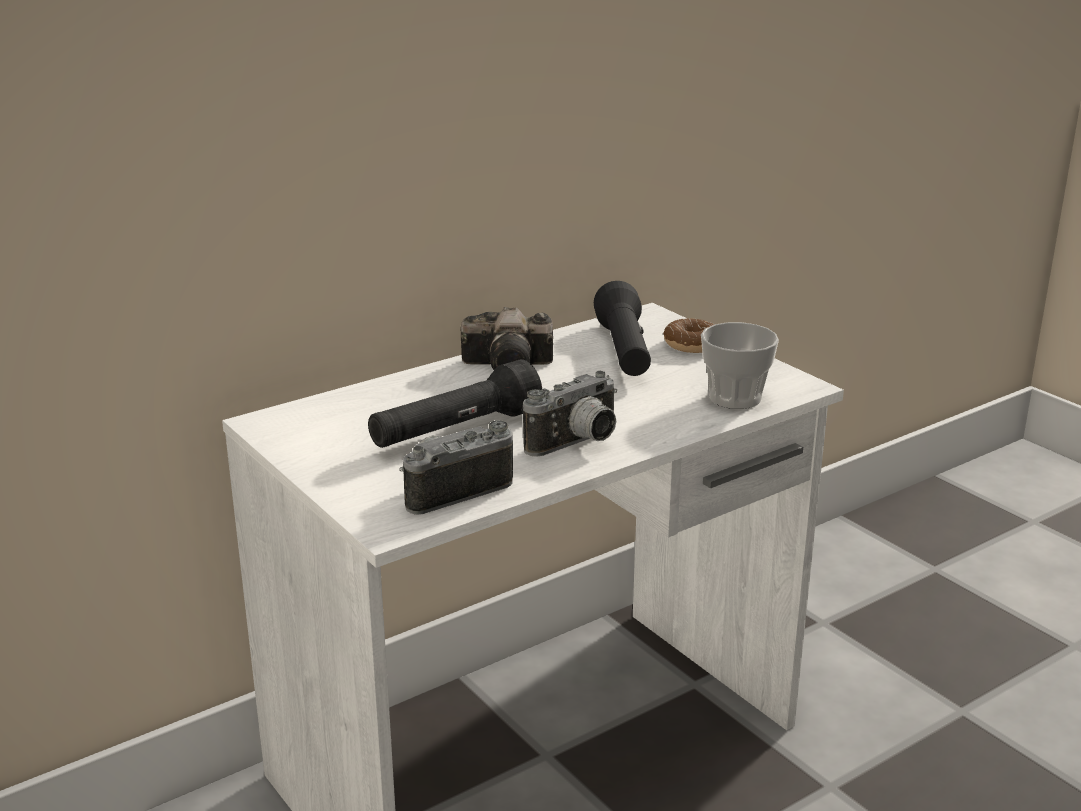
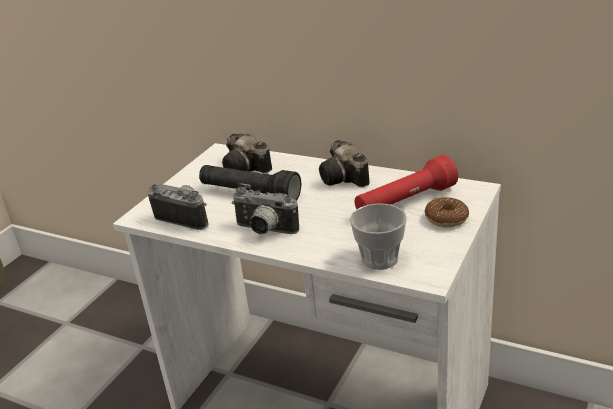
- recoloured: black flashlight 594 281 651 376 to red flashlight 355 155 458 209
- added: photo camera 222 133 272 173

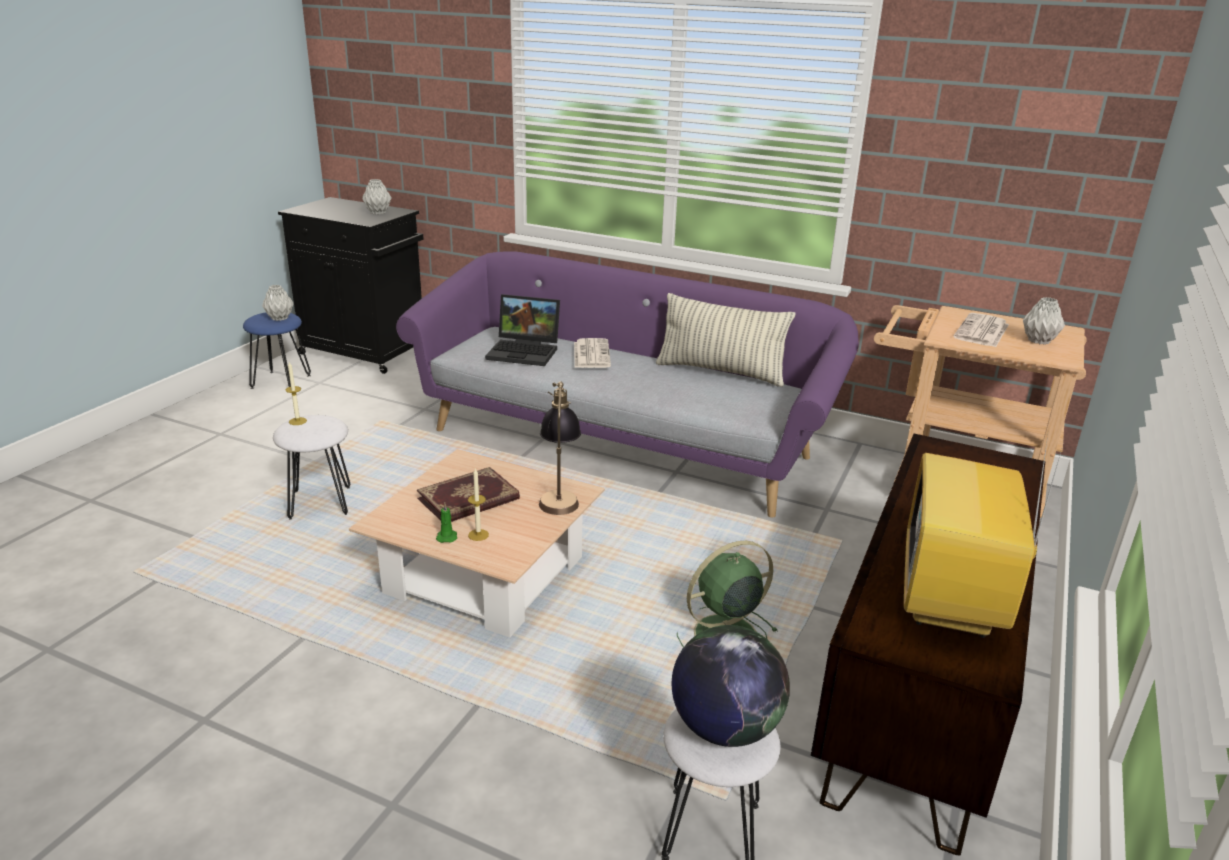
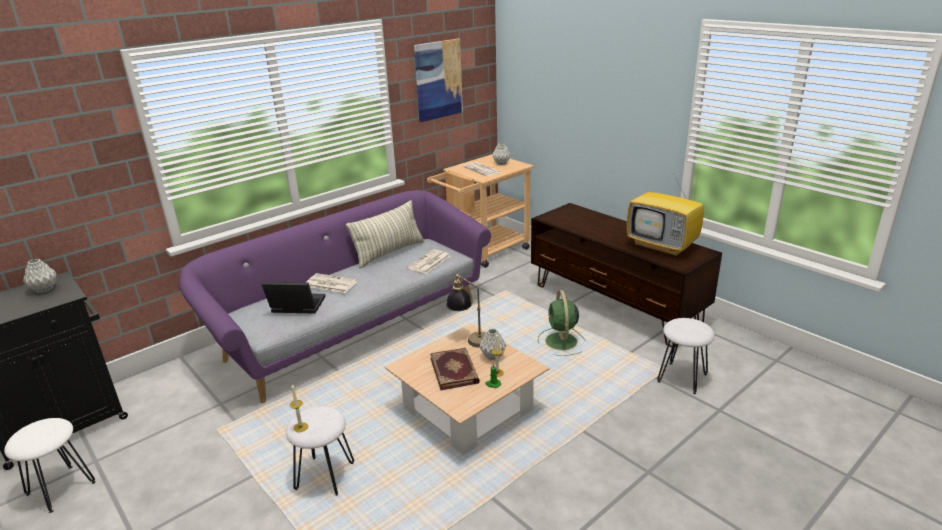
- moved: grey vase 262 285 294 321 to 480 329 507 361
- turned: laptop 485 294 560 366 = 261 282 326 314 120 degrees counterclockwise
- recoloured: blue stool 243 312 311 389 to white stool 4 418 96 513
- removed: globe 672 625 790 747
- added: picture 414 39 463 122
- added: newspaper 407 249 450 274

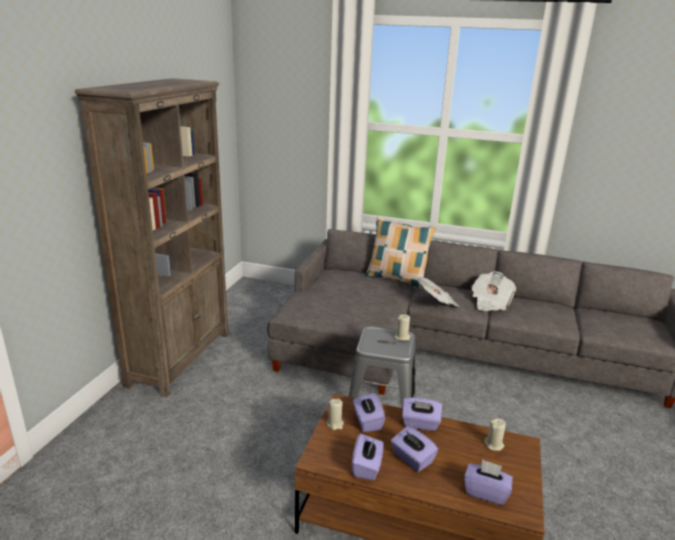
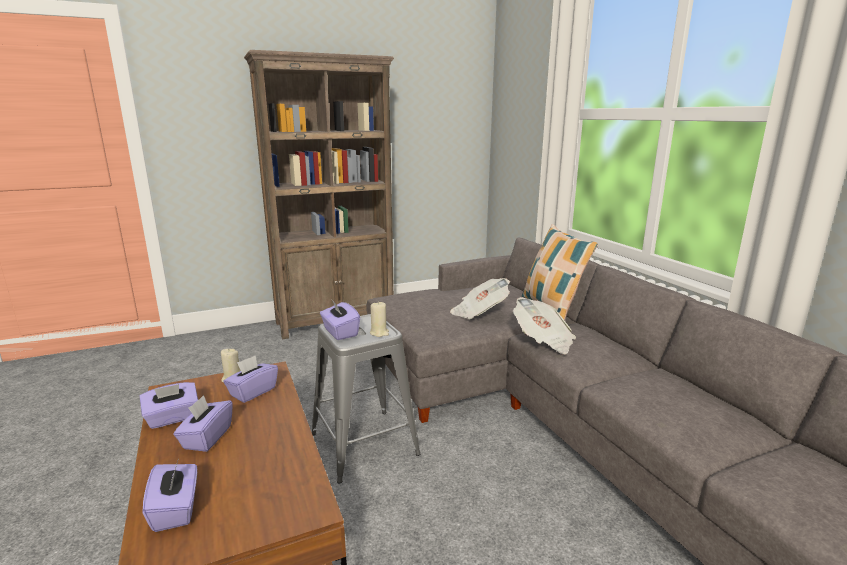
- moved: newspaper 471 271 516 311 to 450 278 510 319
- moved: purple tissue box 402 397 442 431 to 320 300 360 340
- removed: beige candle 484 418 506 451

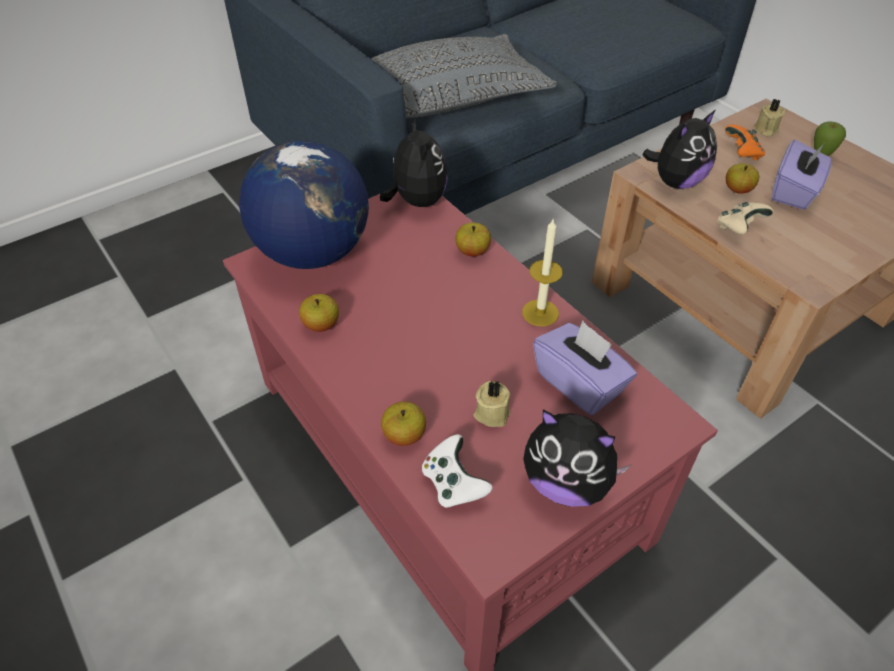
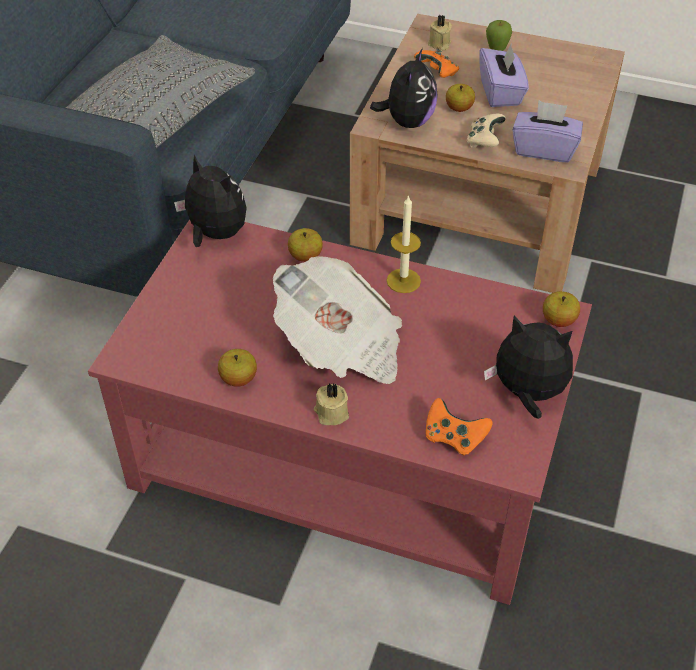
- removed: globe 239 140 369 269
- moved: purple tissue box 533 320 637 415 to 512 100 583 162
- moved: beige candle 474 380 511 427 to 314 382 349 425
- moved: apple 381 402 426 446 to 543 291 580 327
- turned: plush toy 523 409 631 507 = 484 315 573 419 150 degrees counterclockwise
- recoloured: white game controller 422 434 493 508 to orange game controller 426 398 492 456
- added: newspaper 273 256 402 384

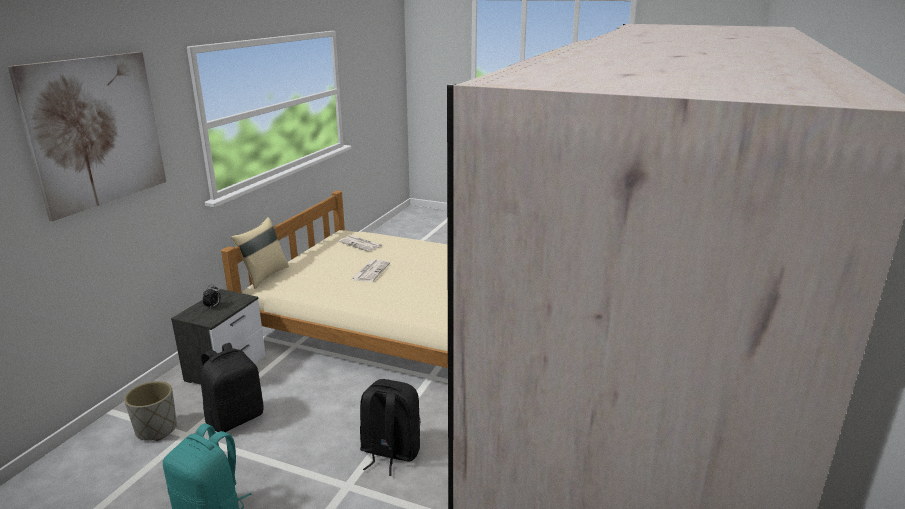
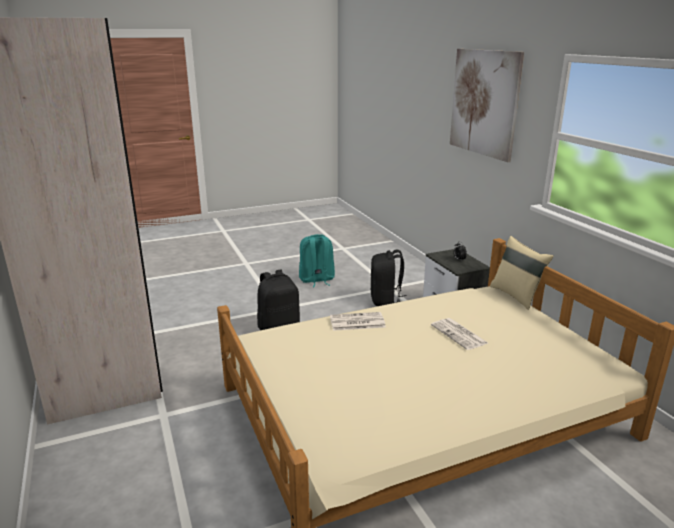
- moved: newspaper 339 235 382 252 to 330 312 386 331
- removed: grey planter 124 381 177 441

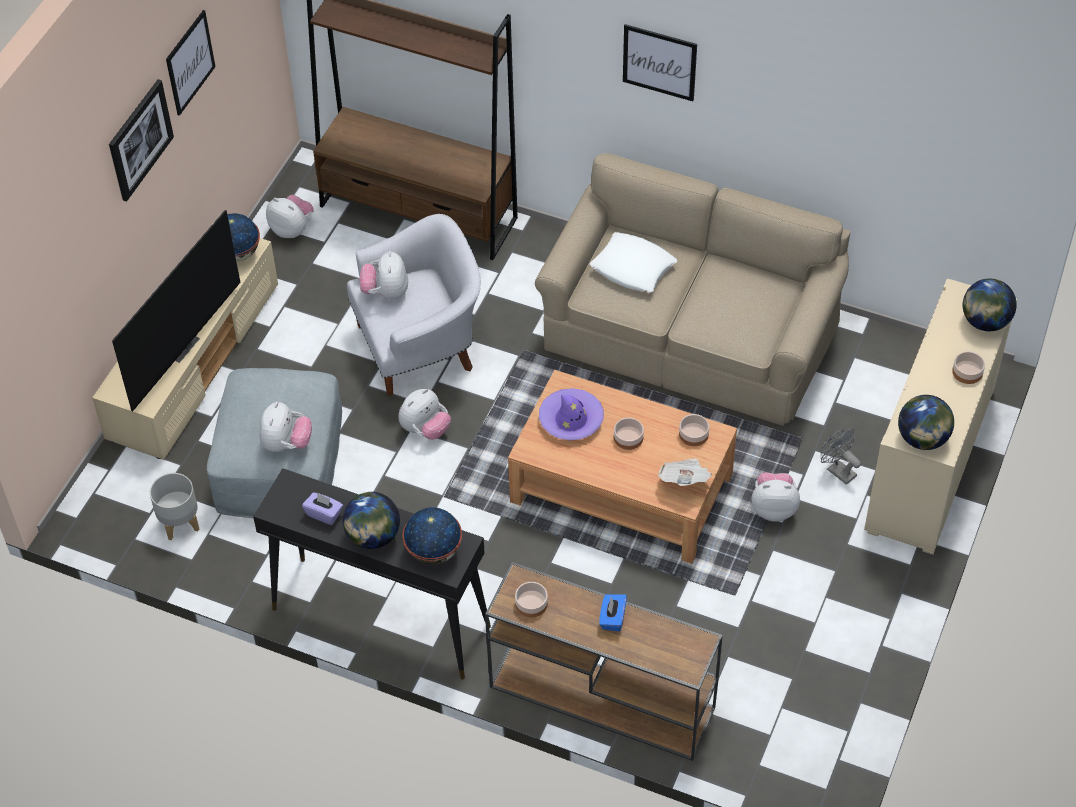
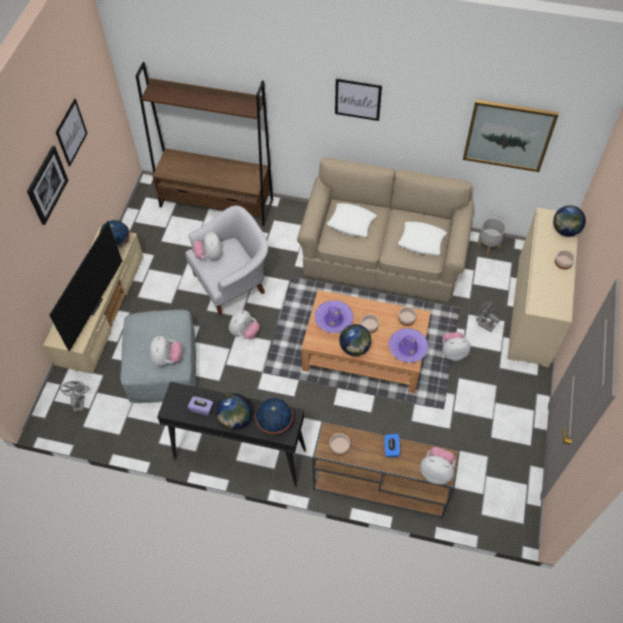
- moved: plush toy 266 195 314 238 to 420 447 455 484
- moved: globe 898 395 954 450 to 339 324 371 356
- replaced: newspaper 658 458 712 486 to purple hat 389 328 429 363
- moved: grey planter 150 473 199 540 to 477 218 506 255
- added: picture 463 100 559 172
- added: white pillow 398 222 447 255
- added: grey fan 60 381 89 412

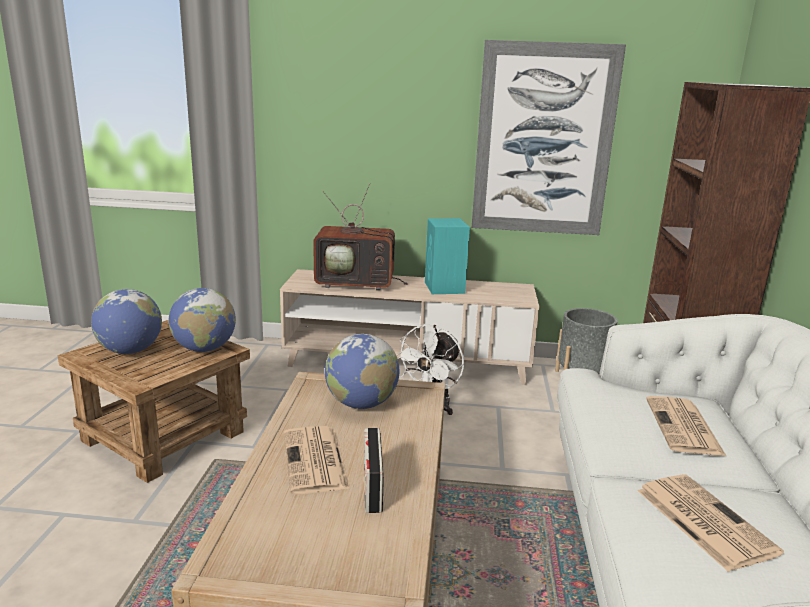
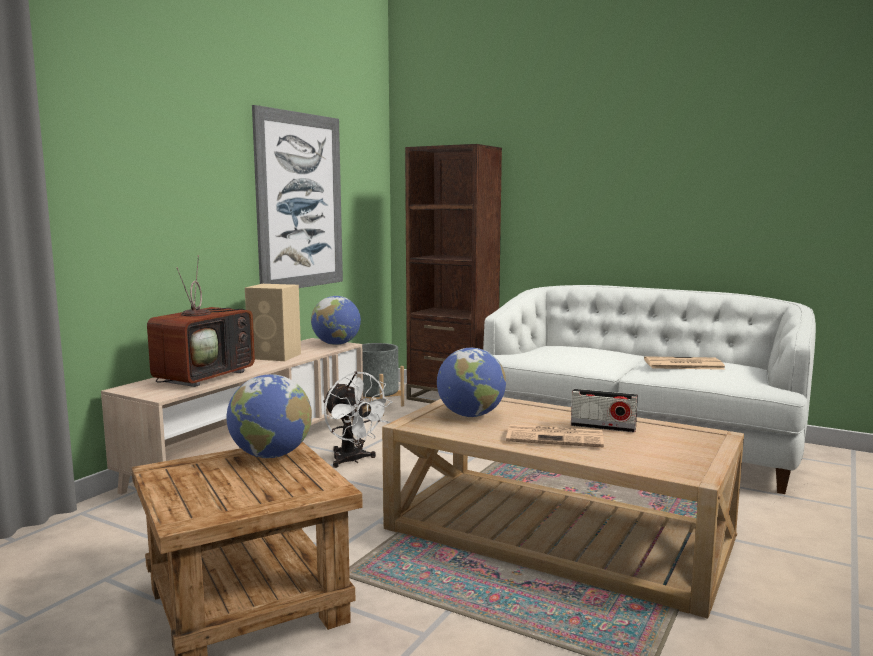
- recoloured: turquoise speaker 425 218 470 294 to beige speaker 245 284 301 361
- moved: globe 91 289 162 354 to 311 296 361 345
- removed: newspaper 646 396 726 456

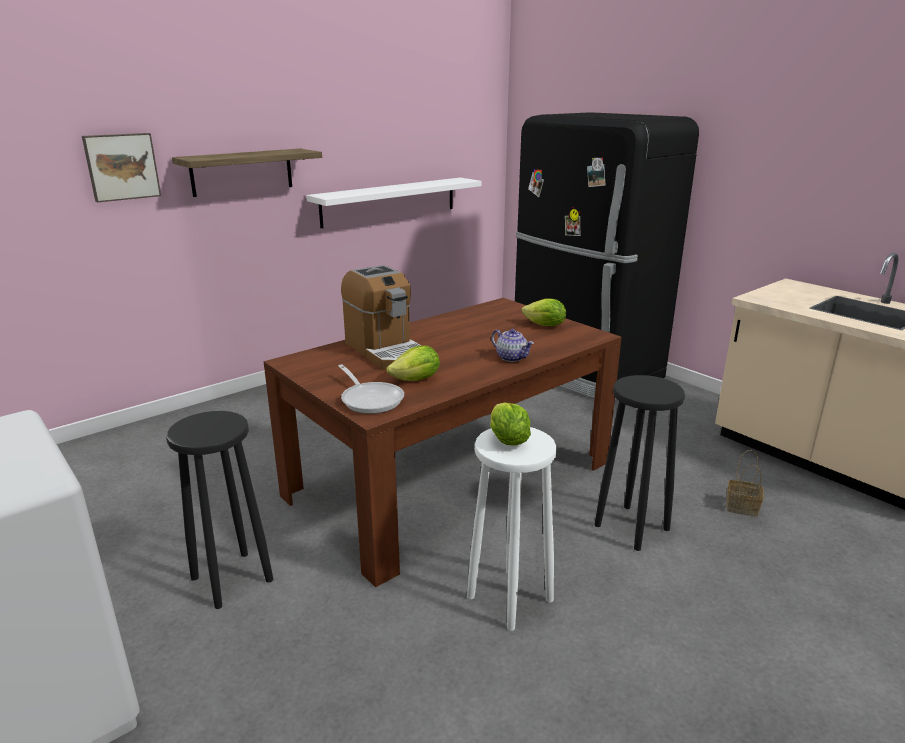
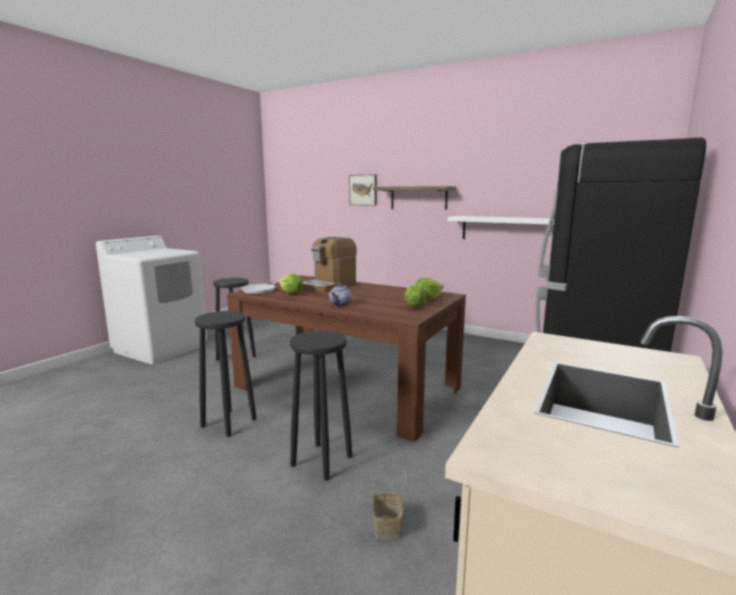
- moved: lettuce 490 403 531 445 to 416 278 443 299
- recoloured: white stool 467 427 557 631 to black stool 195 311 257 437

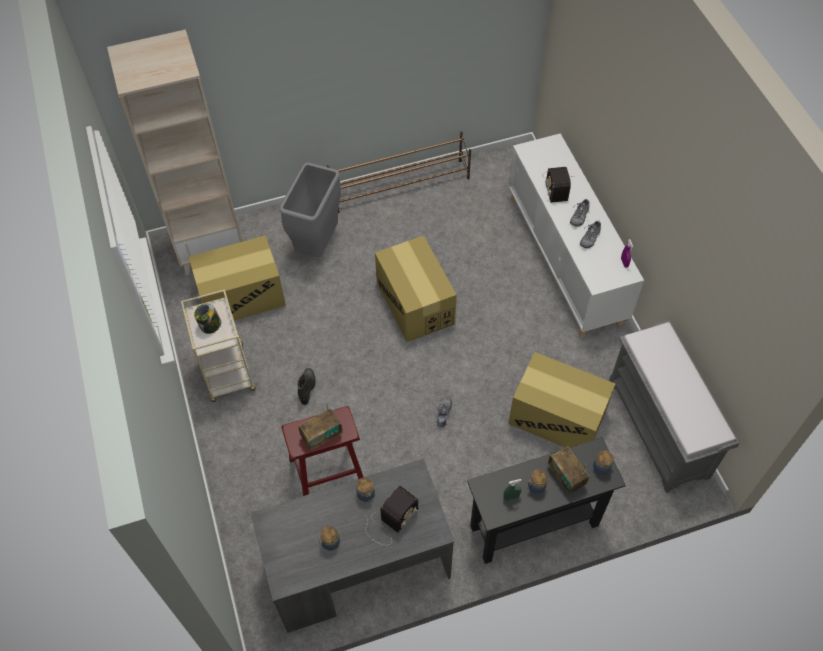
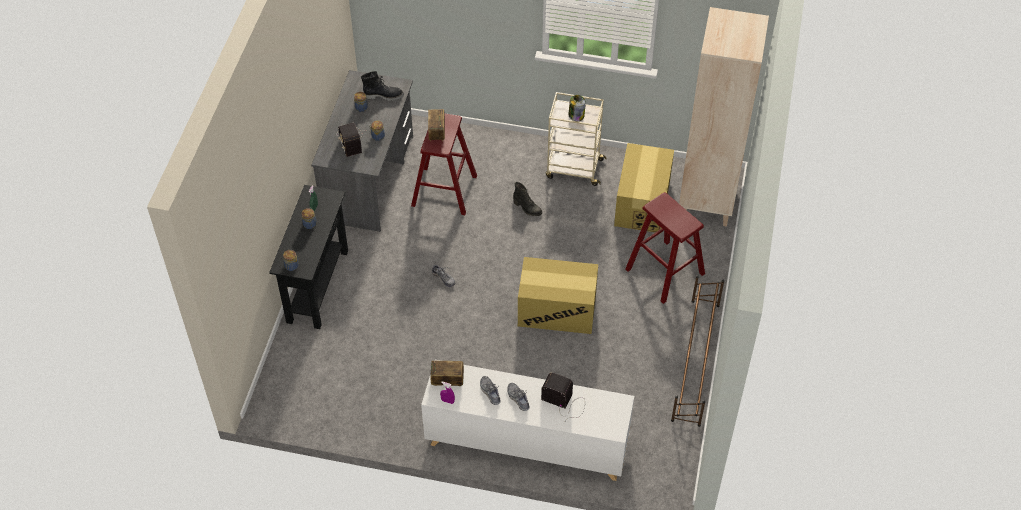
- replaced: grey trash can 280 163 341 257 to red stool 625 192 705 304
- removed: grey bench 609 320 740 493
- removed: cardboard box 508 352 615 448
- moved: radio 548 446 589 494 to 430 361 464 386
- added: black boot 361 71 404 101

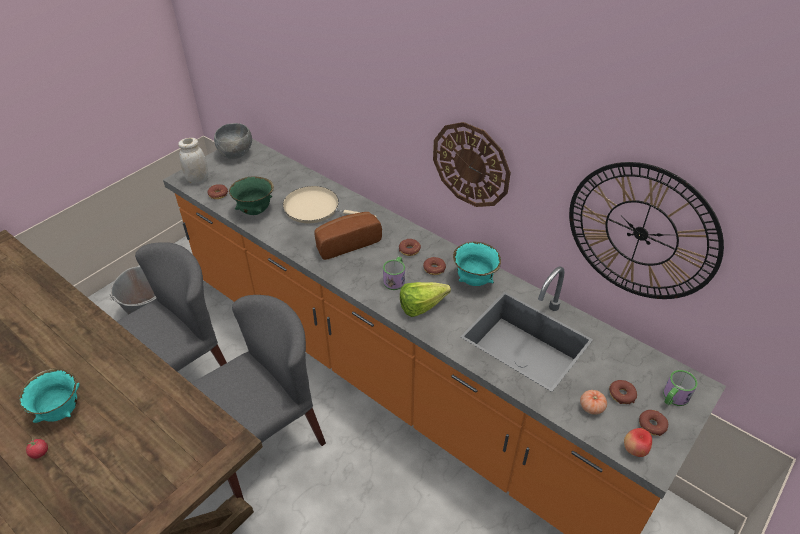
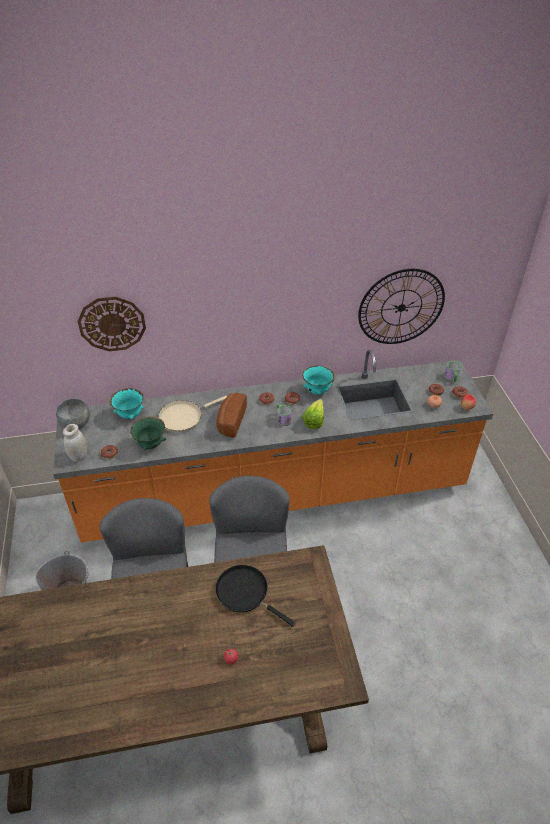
- moved: wall clock 433 122 511 207 to 77 296 146 351
- moved: turquoise bowl 19 369 79 423 to 109 388 144 419
- added: black frying pan 215 565 295 627

